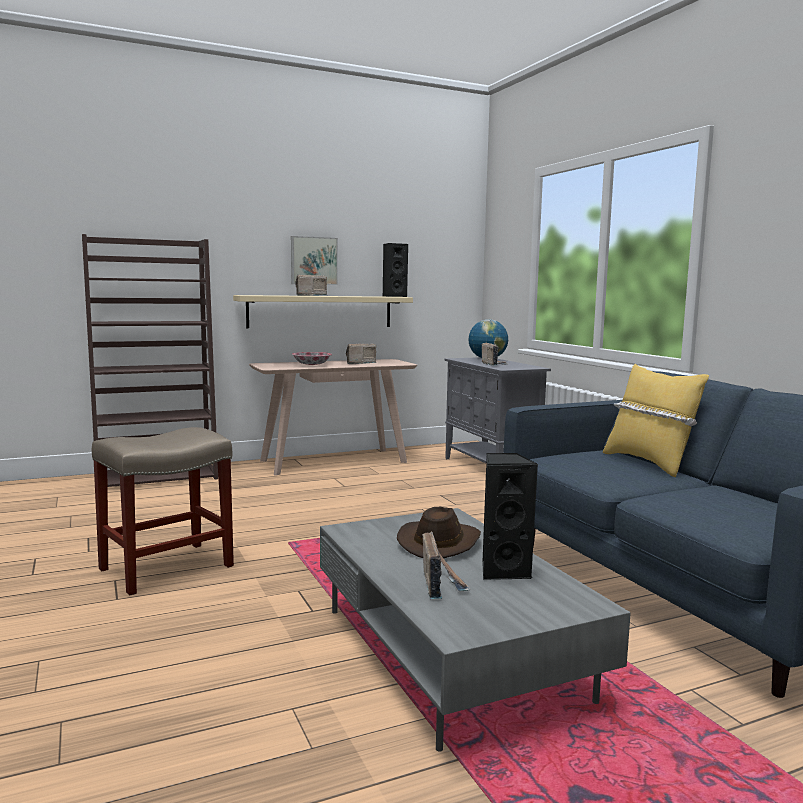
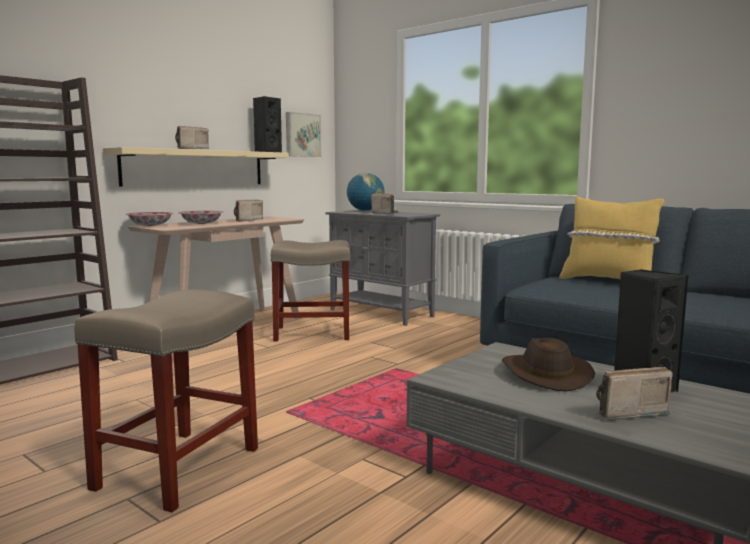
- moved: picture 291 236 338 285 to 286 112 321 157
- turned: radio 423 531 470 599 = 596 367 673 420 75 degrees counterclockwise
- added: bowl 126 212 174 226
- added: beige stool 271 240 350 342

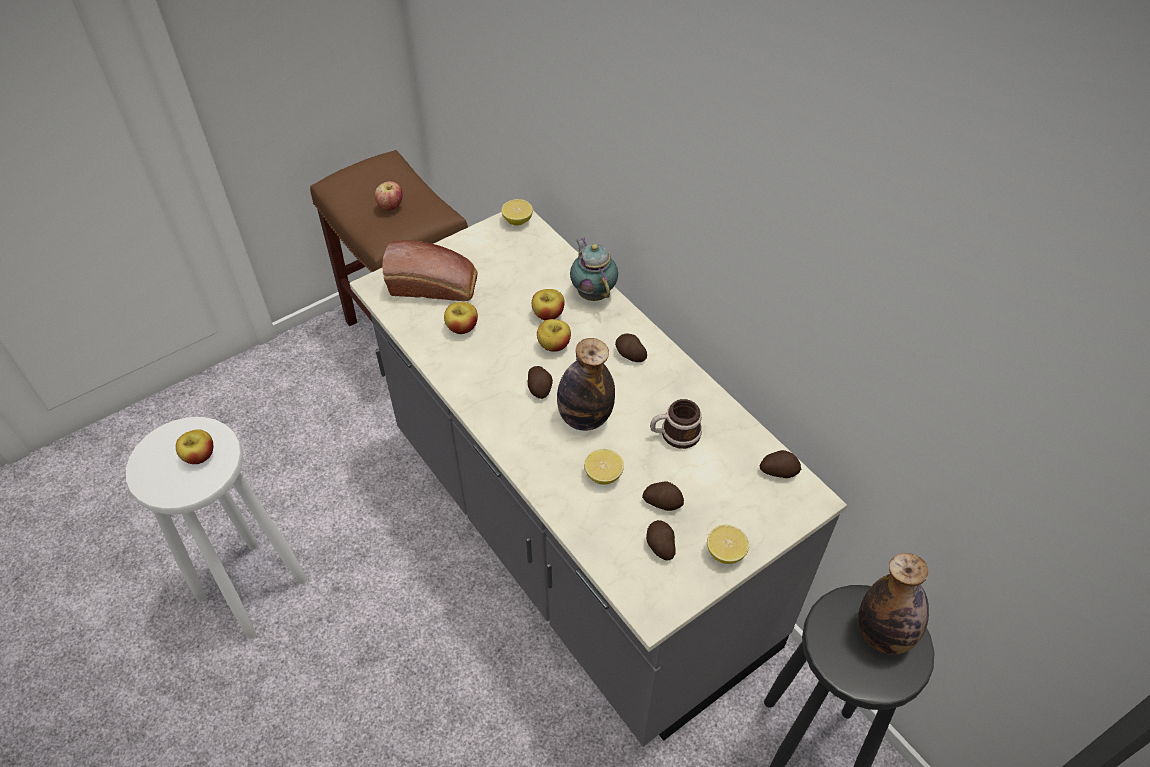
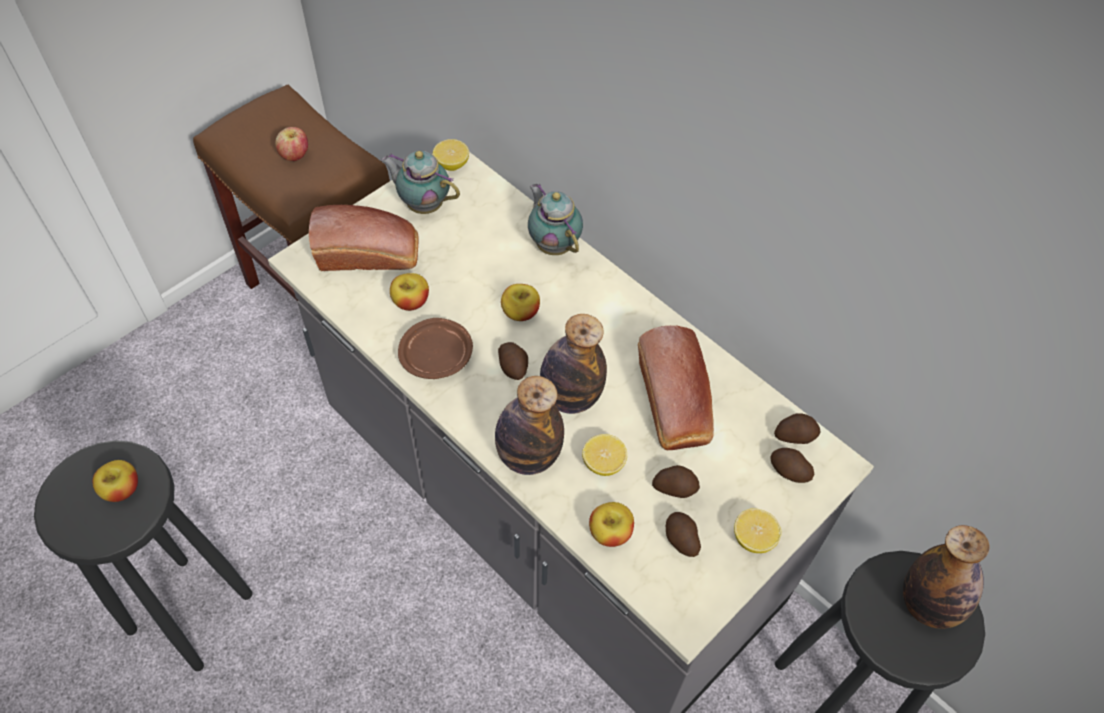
- moved: apple 532 289 565 321 to 589 502 634 547
- moved: potato 615 334 647 362 to 770 448 815 483
- replaced: mug 650 399 702 449 to bread 638 326 714 450
- recoloured: white stool 126 417 307 639 to black stool 34 440 253 671
- added: teapot 381 151 460 214
- added: brown plate 398 318 473 379
- added: bottle 495 376 564 475

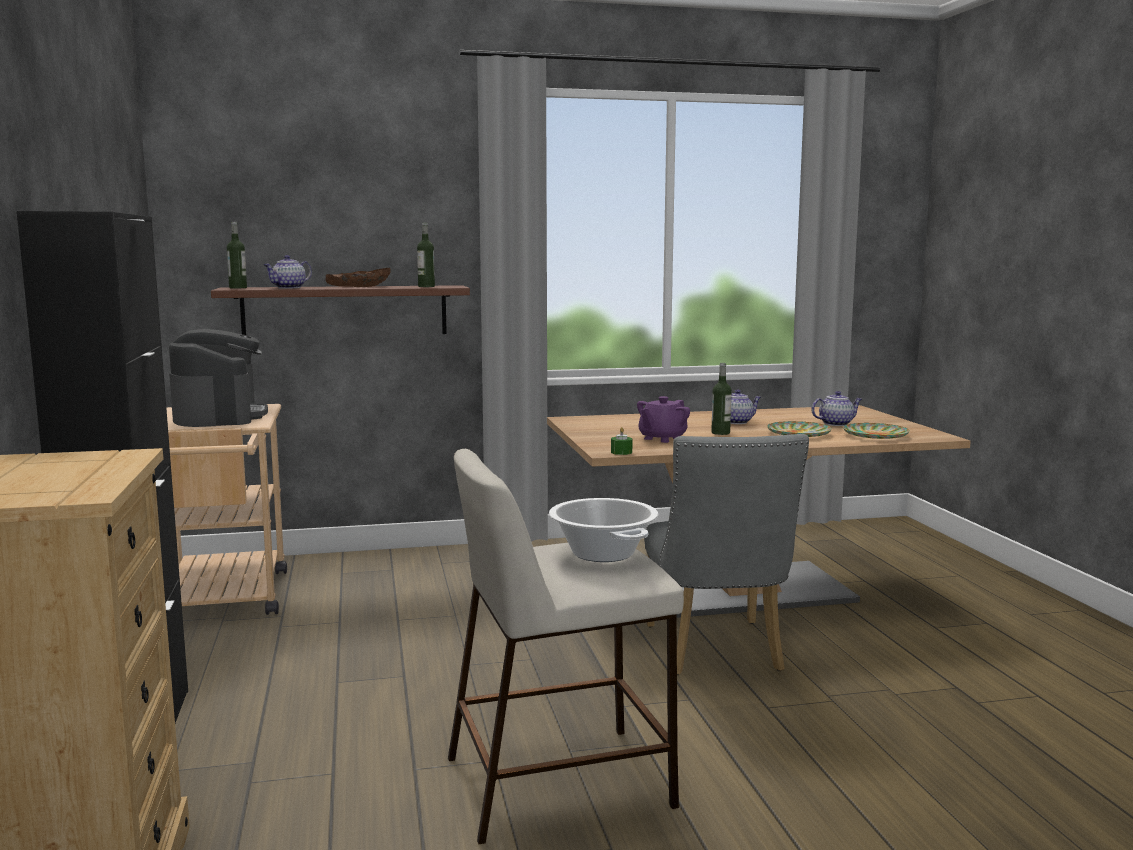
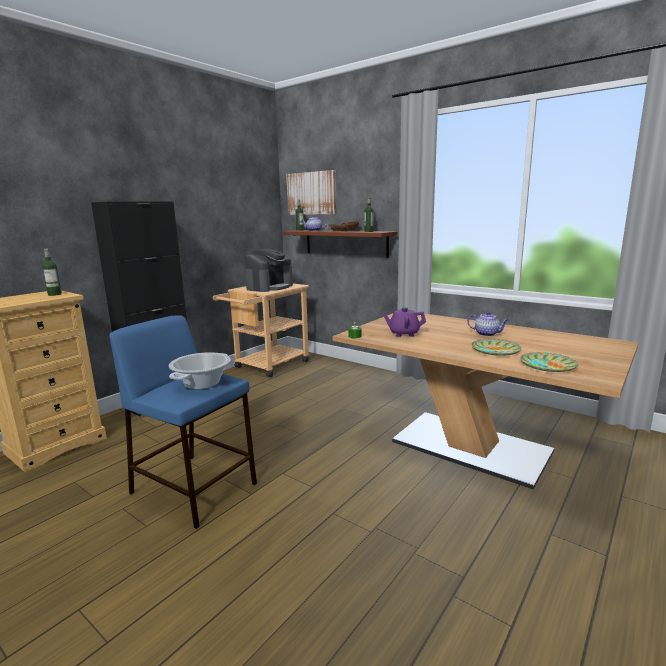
- moved: bottle 711 363 732 435 to 42 248 62 296
- removed: teapot 811 391 862 426
- removed: grey chair 644 434 809 675
- recoloured: beige stool 448 449 684 844 to blue stool 109 315 257 529
- added: picture 286 170 336 215

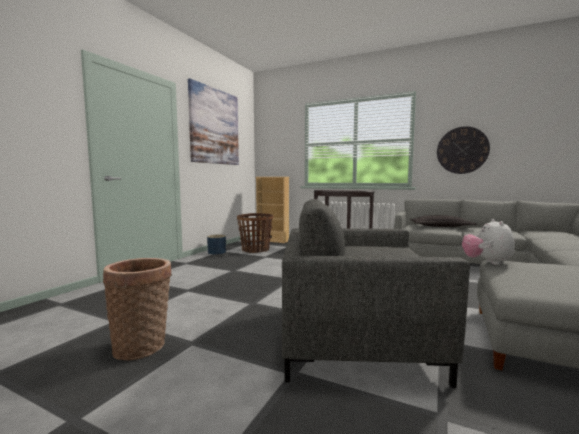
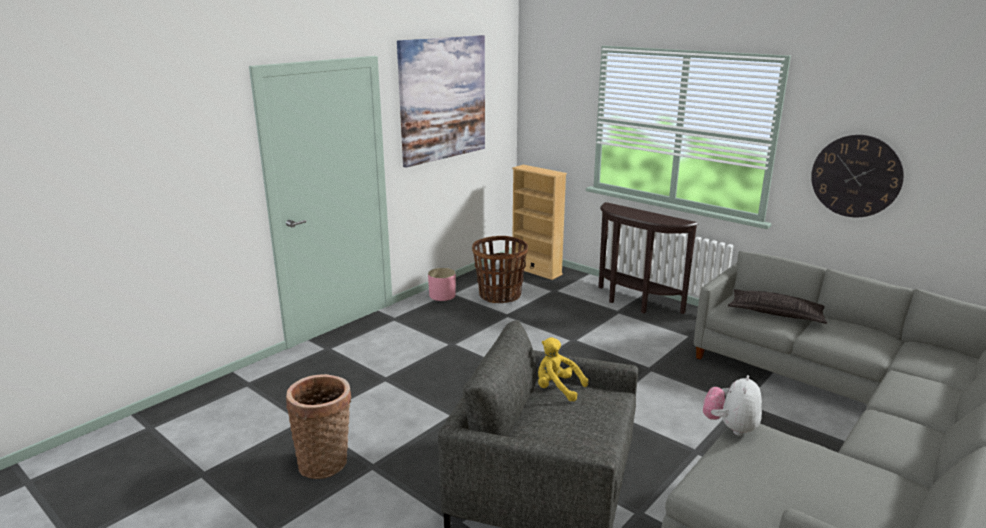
- recoloured: blue planter 207 235 226 254 to pink planter 428 268 456 301
- added: yellow plush toy 538 338 588 401

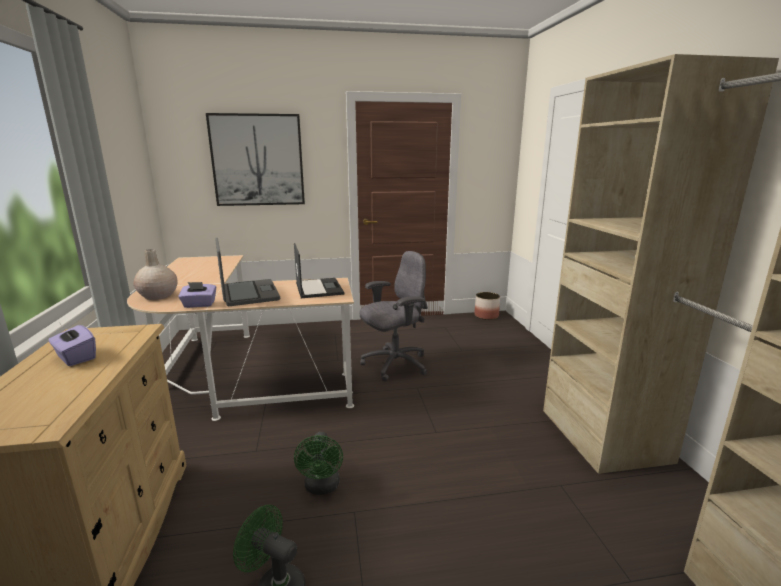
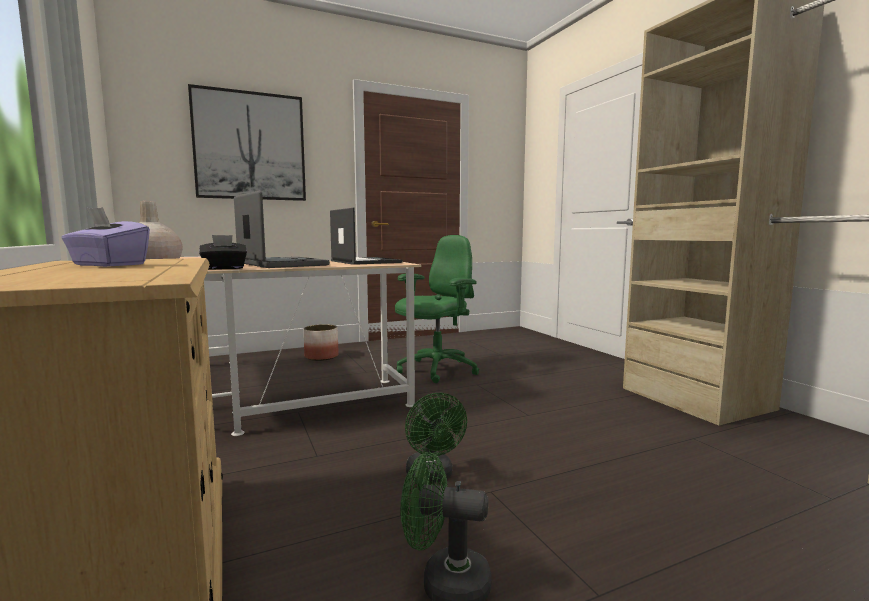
- recoloured: grey office chair 360 251 428 382 to green office chair 395 235 479 383
- recoloured: purple tissue box 178 282 216 308 to black tissue box 199 235 247 270
- moved: planter 474 292 500 320 to 304 324 339 361

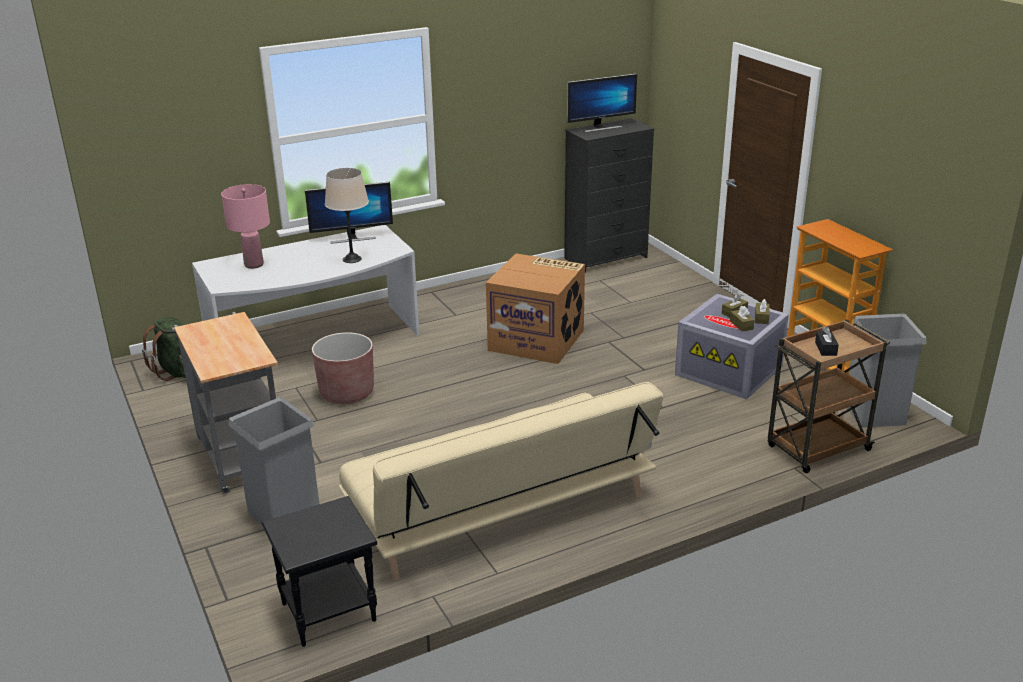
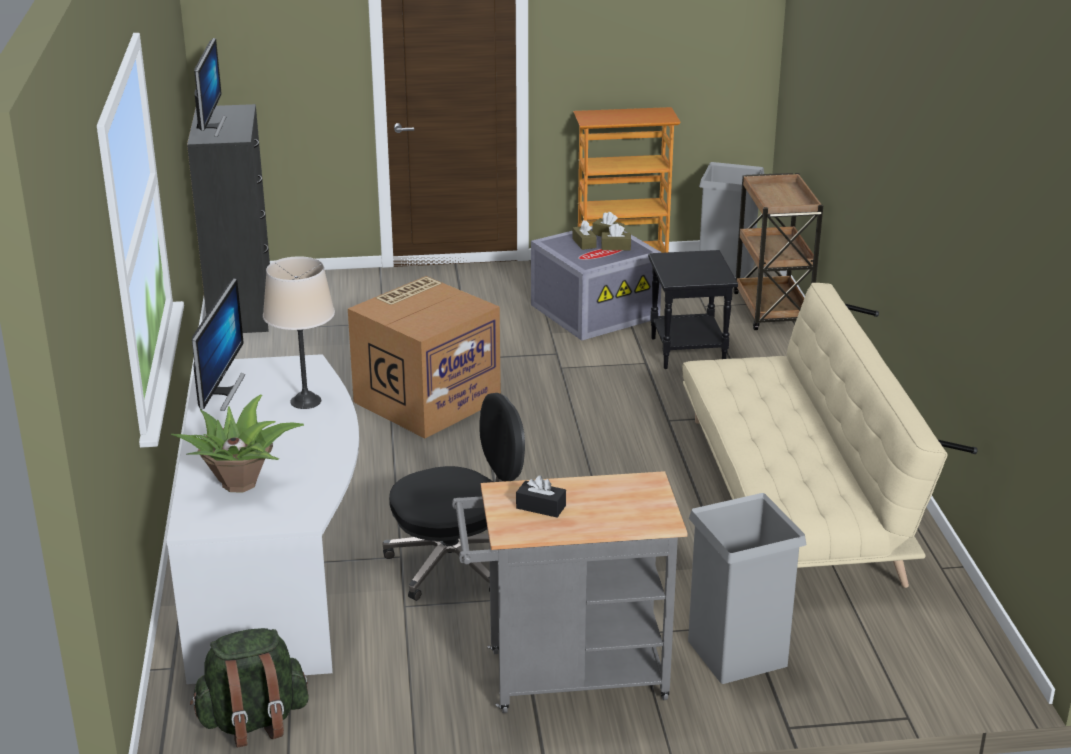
- replaced: pink table lamp 221 184 270 269 to potted plant 171 394 304 492
- moved: black tissue box 815 327 839 356 to 516 475 566 518
- replaced: brown planter 312 332 374 404 to black office chair 382 393 525 601
- moved: black side table 262 496 377 647 to 648 250 738 369

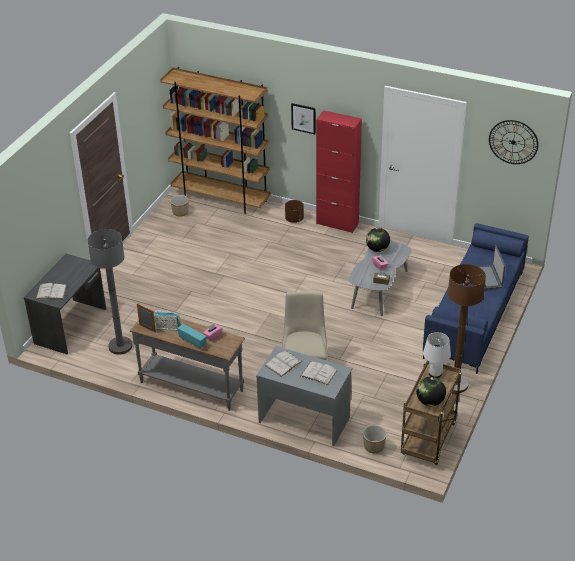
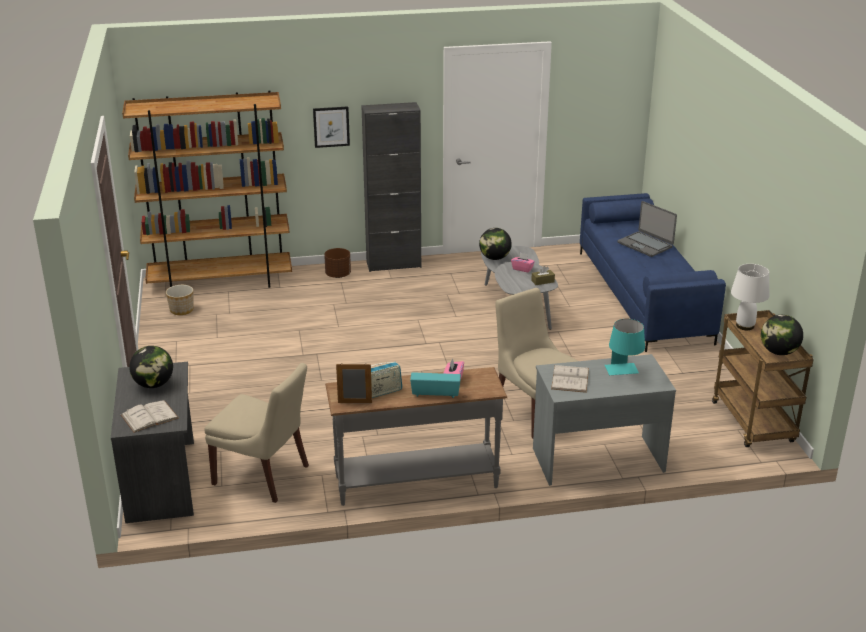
- recoloured: red cabinet 316 110 362 233 to black cabinet 361 102 421 272
- removed: wall clock 489 120 538 164
- replaced: grey floor lamp 87 229 132 355 to beige chair 204 363 309 503
- removed: brown floor lamp 448 264 486 393
- replaced: white book 301 361 338 385 to turquoise table lamp 605 319 645 375
- removed: planter 363 425 387 453
- added: globe 129 346 173 388

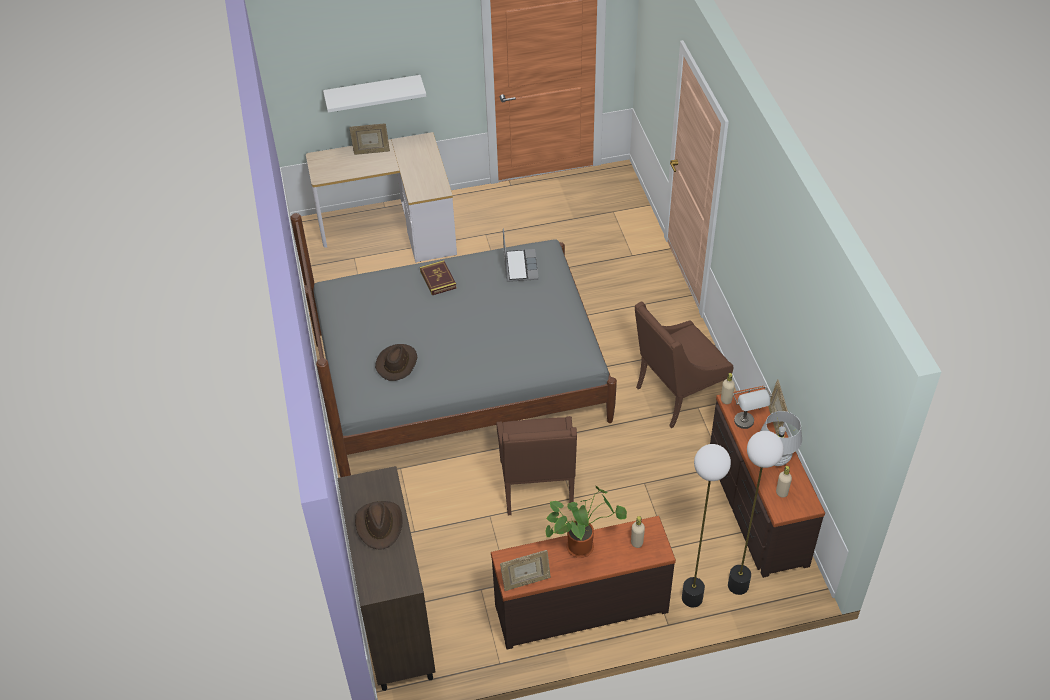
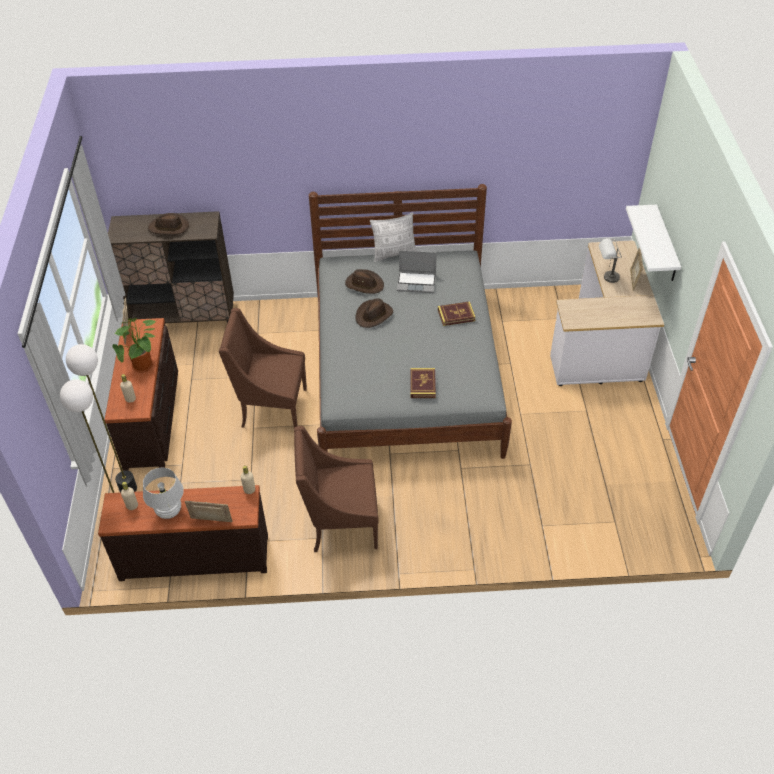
- moved: laptop 503 228 539 282 to 397 250 437 293
- turned: brown armchair 635 301 733 428 = 294 426 379 552 75 degrees counterclockwise
- moved: grey table lamp 733 386 772 429 to 599 238 622 283
- added: pillow 370 213 417 262
- added: brown hat 355 298 393 328
- added: book 410 368 436 398

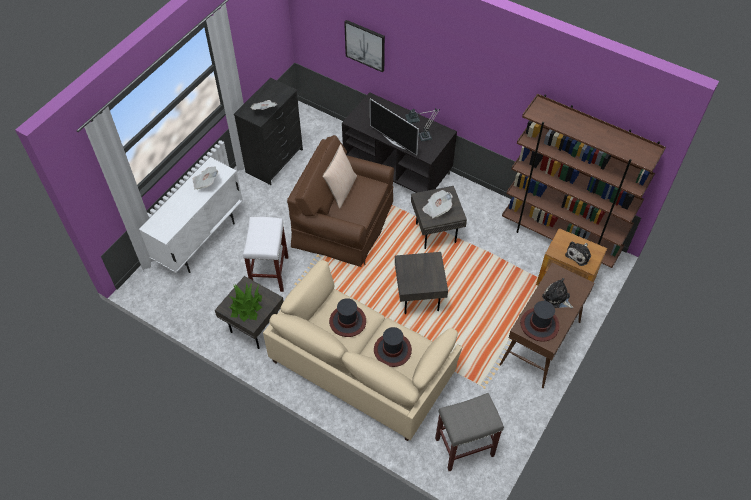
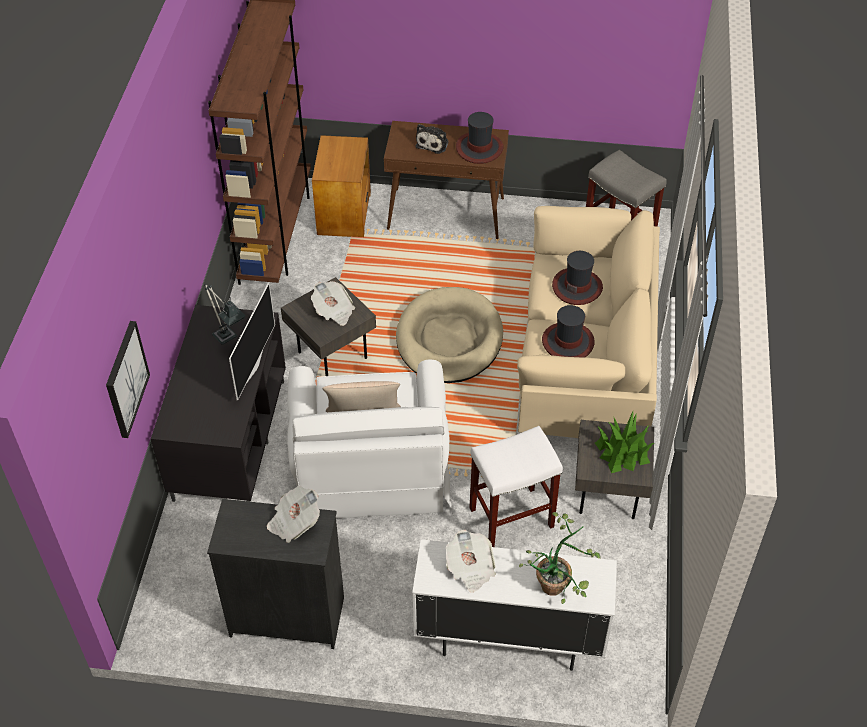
- recoloured: brown armchair 287 135 394 267 to white armchair 287 360 452 518
- removed: plush toy 565 241 591 266
- replaced: grey side table 395 252 448 314 to beige dog bed 396 287 503 383
- added: potted plant 519 512 601 604

